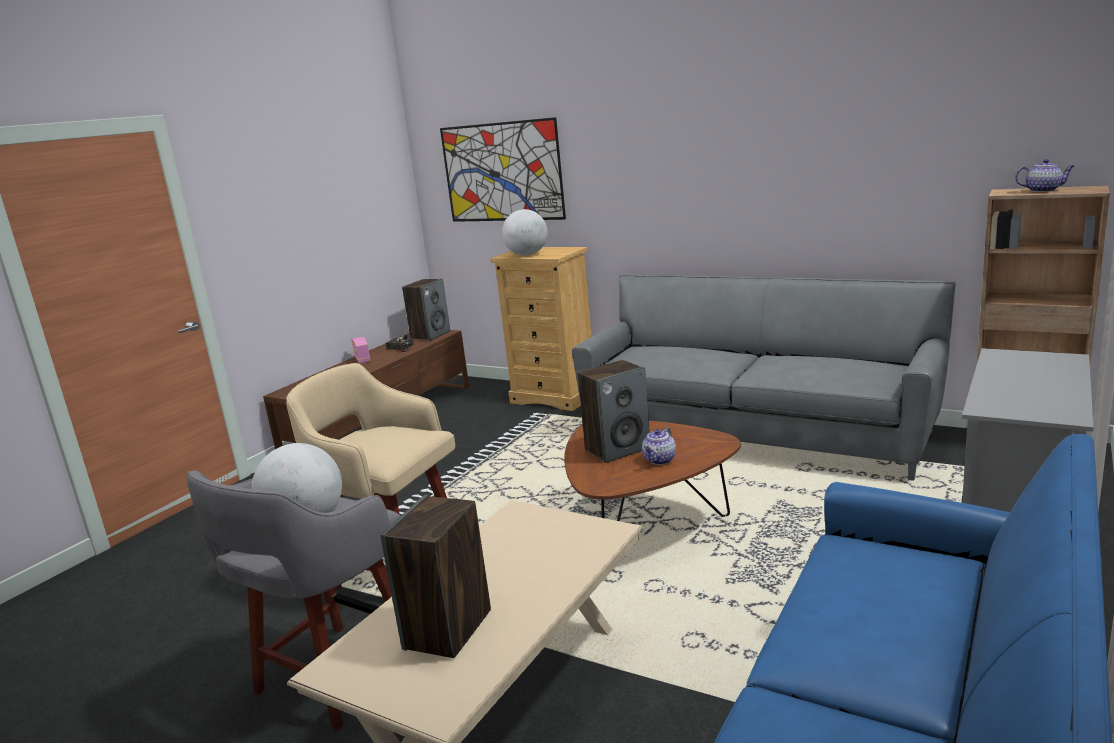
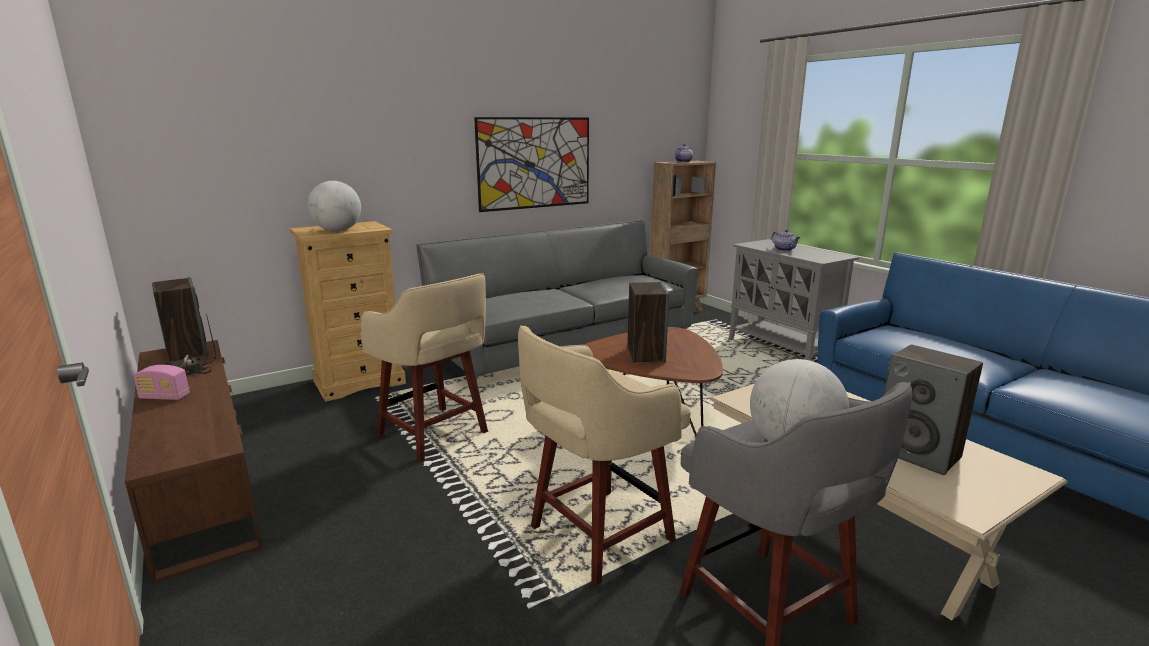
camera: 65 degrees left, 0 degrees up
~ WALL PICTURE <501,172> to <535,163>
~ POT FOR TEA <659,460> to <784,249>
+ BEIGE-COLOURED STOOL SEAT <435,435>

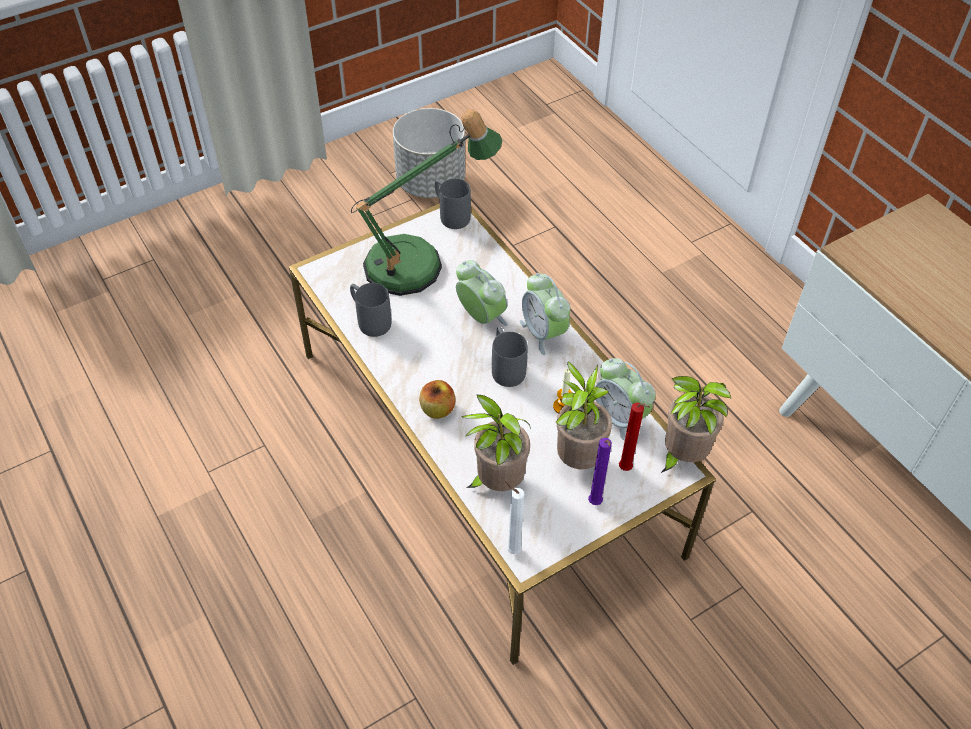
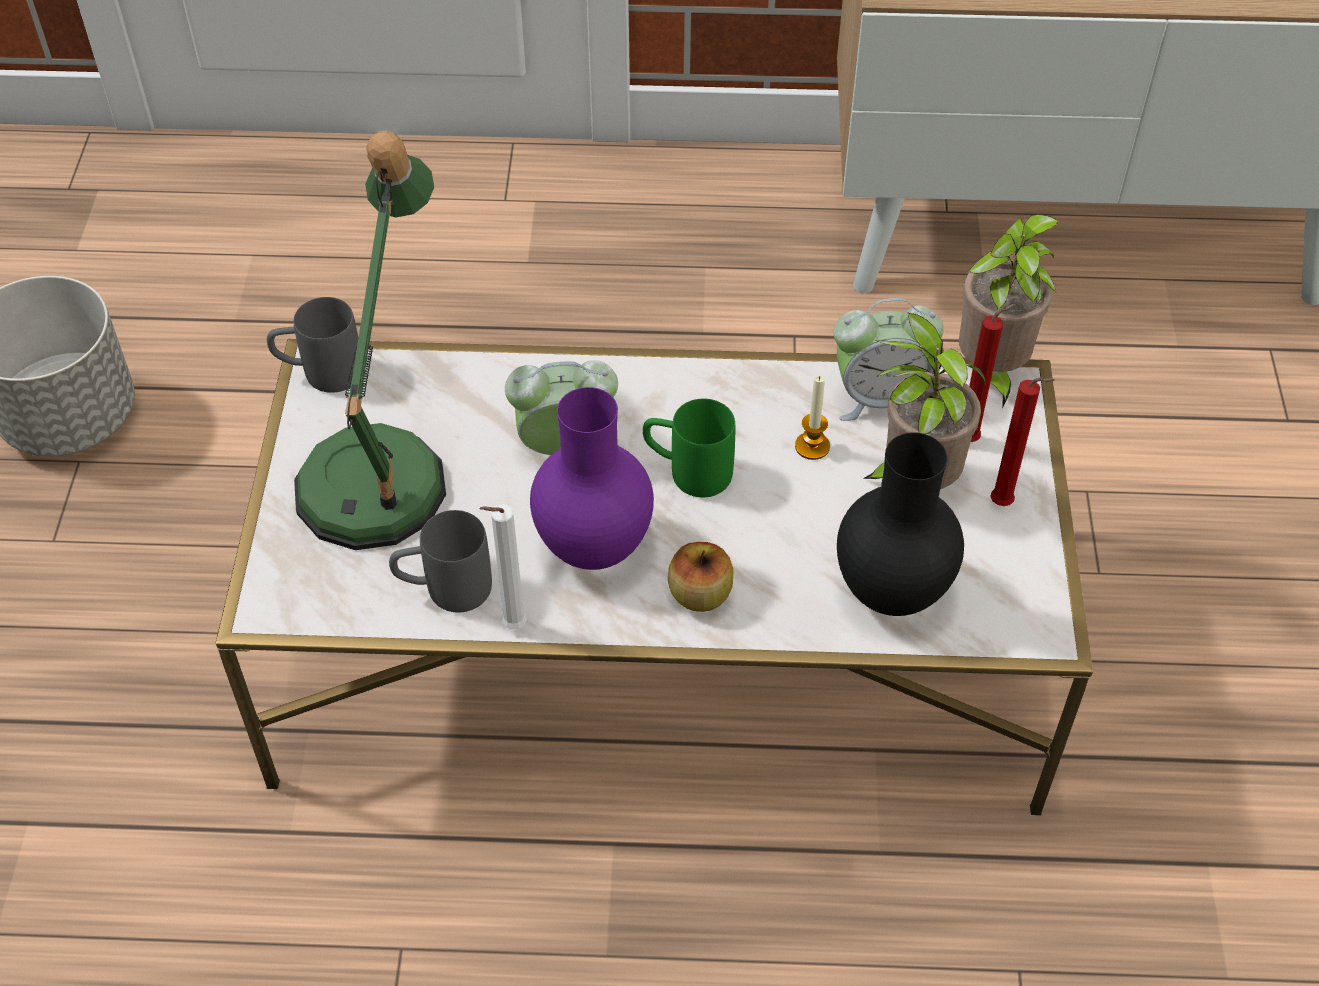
camera: 55 degrees left, 0 degrees up
~ POTTED PLANT <496,482> to BLACK-COLOURED FLOWER VASE <889,595>
~ GREYISH COFFEE MUG <505,367> to GREENISH COFFEE MUG <687,471>
~ WHITE-COLOURED WAX LIGHT <511,549> to <510,626>
- ALARM CLOCK <543,333>
~ PURPLISH WAX LIGHT <595,504> to RED-COLOURED WAX LIGHT <1004,505>
+ PURPLISH FLOWER VASE <593,551>

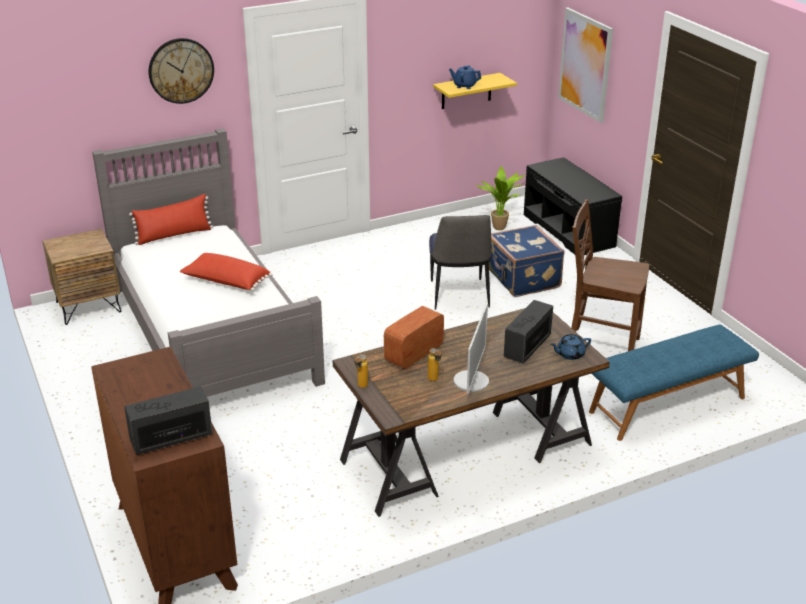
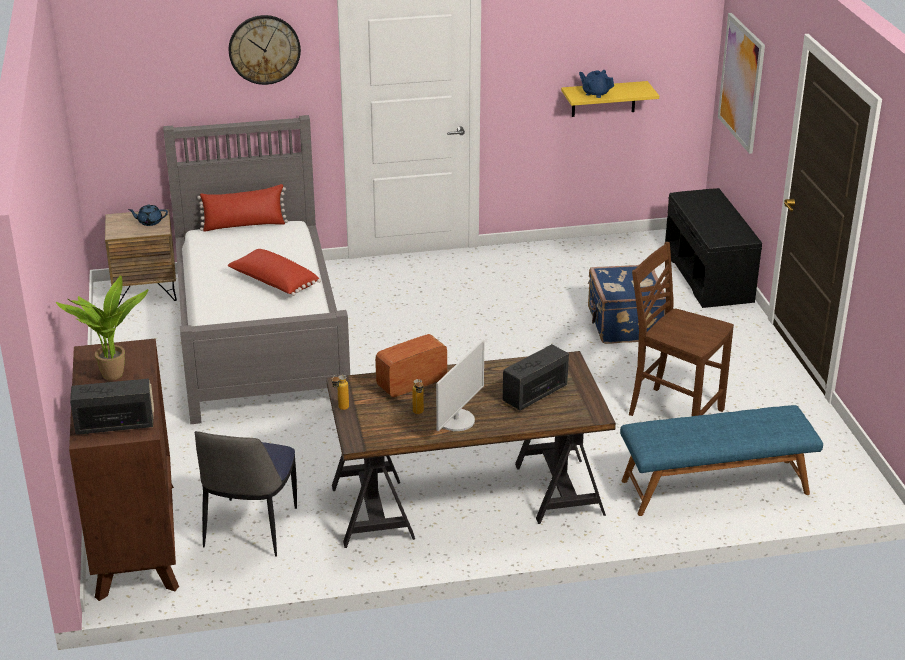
camera: 15 degrees right, 0 degrees up
~ PLAIN CHAIR <459,295> to <250,529>
~ POTTED PLANT <501,228> to <114,377>
~ BLUE POT FOR TEA <570,354> to <149,222>

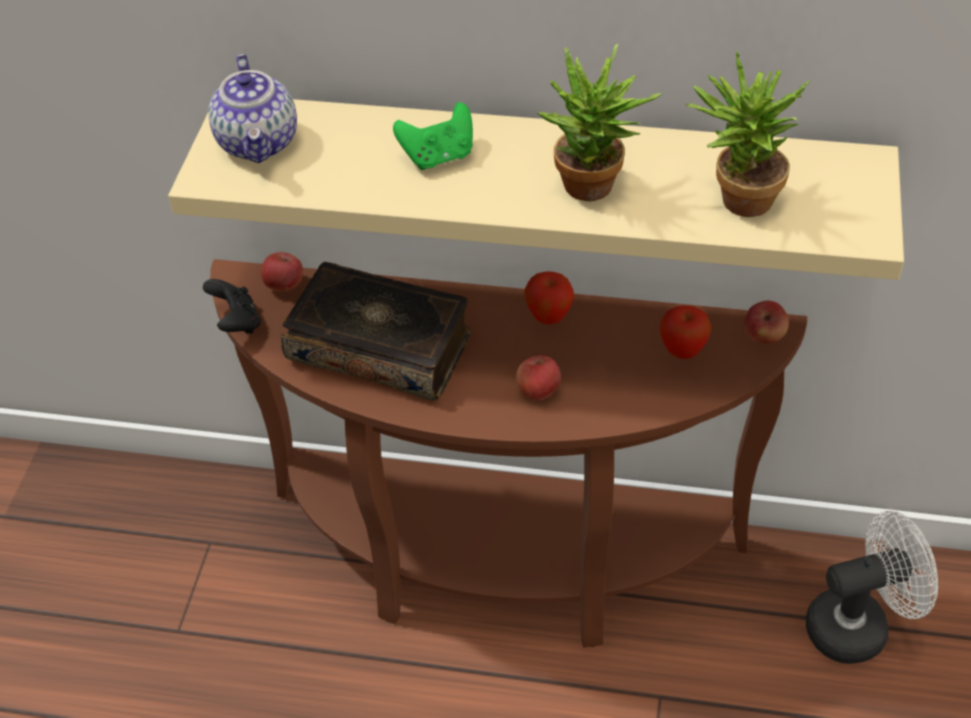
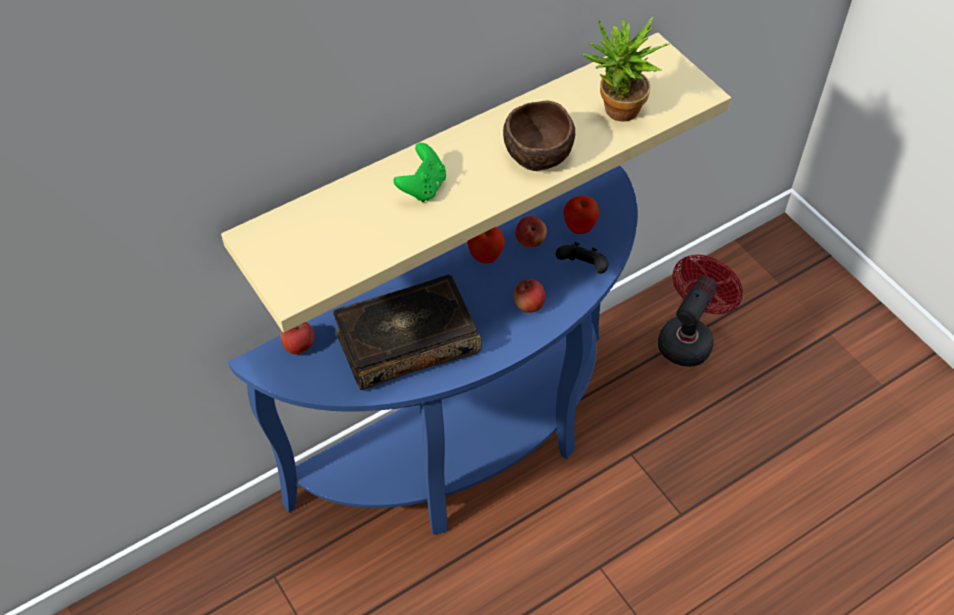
camera: 45 degrees left, 5 degrees up
~ BLACK-COLOURED GAME CONTROLLER <237,322> to <583,268>
- POT FOR TEA <259,143>
~ BROWN CONSOLE TABLE <498,565> to BLUE CONSOLE TABLE <471,449>
~ POTTED PLANT <594,191> to BROWN DEEP DISH <537,153>
~ WHOLE APPLE <764,336> to <530,241>
~ WHITE-COLOURED COOLING FAN <858,625> to RED-COLOURED COOLING FAN <688,337>

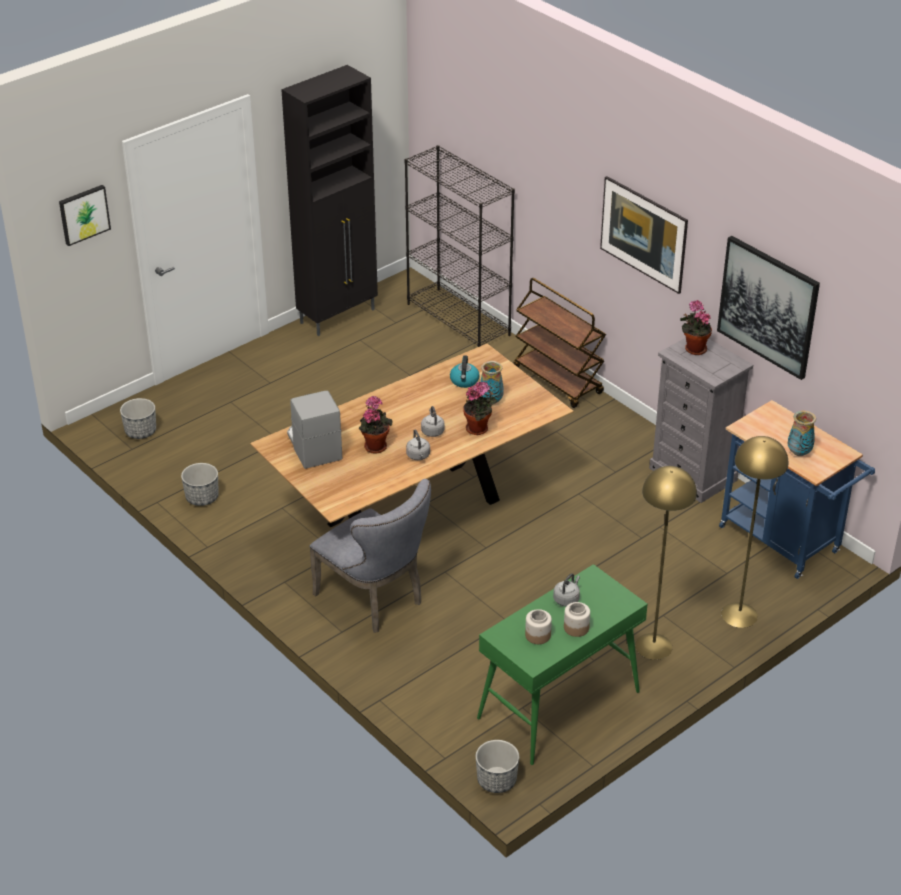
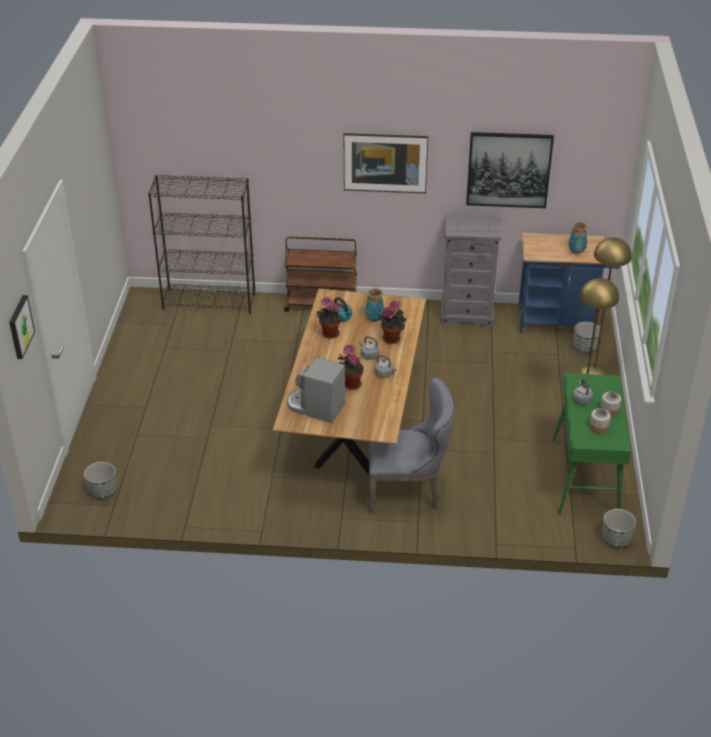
camera: 45 degrees left, 0 degrees up
~ PLANT POT <202,497> to <585,347>
- BLACK-COLOURED STORAGE CABINET <338,316>
~ POTTED PLANT <693,349> to <329,334>

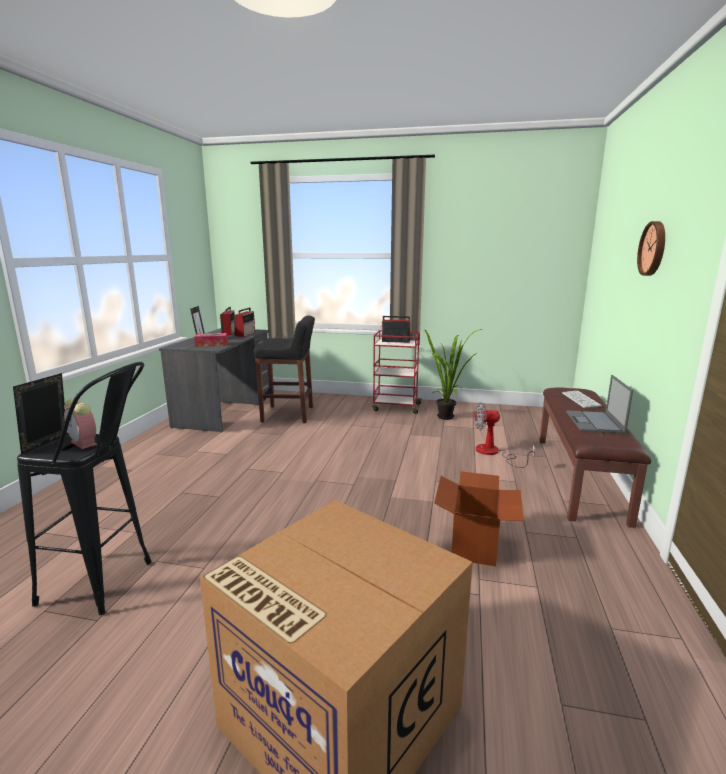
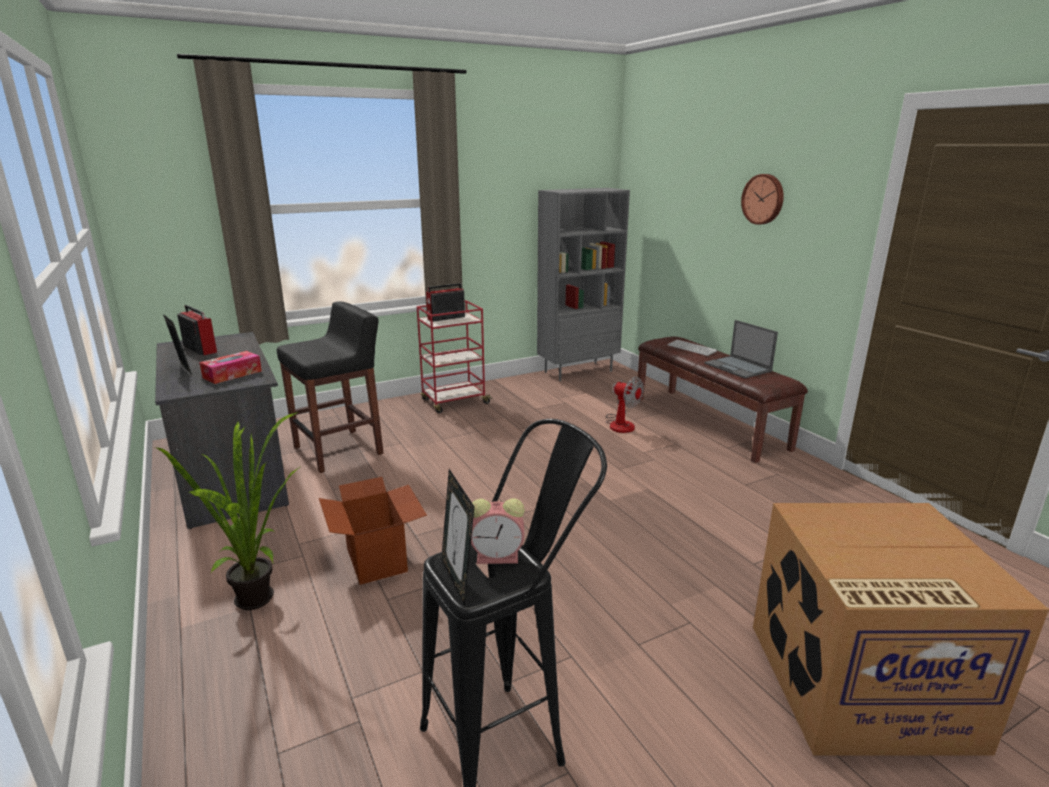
camera: 40 degrees left, 5 degrees up
- RADIO RECEIVER <245,334>
~ POTTED PLANT <448,418> to <263,600>
~ CARTON <475,545> to <377,559>
~ COOLING FAN <493,453> = <621,423> 105 degrees counterclockwise
+ GREYISH BOOKCASE <578,371>

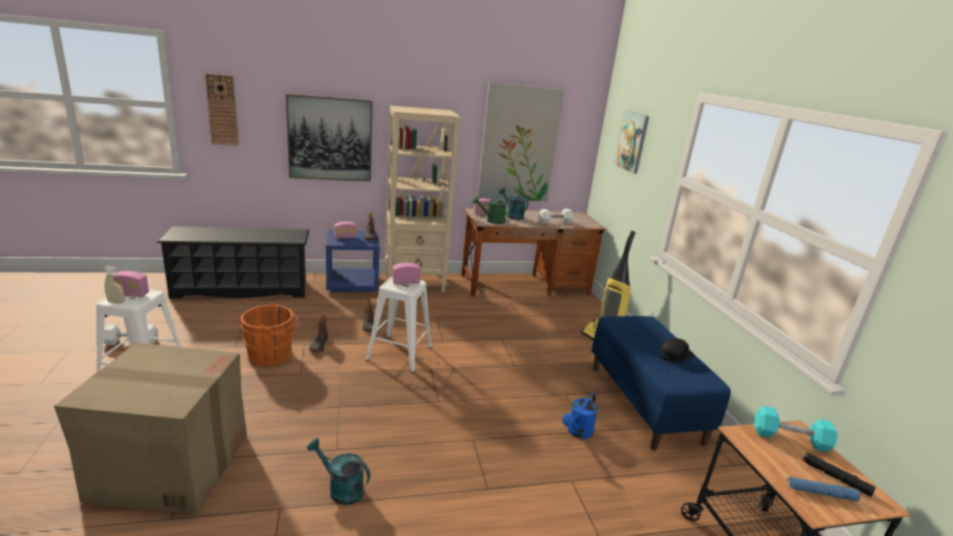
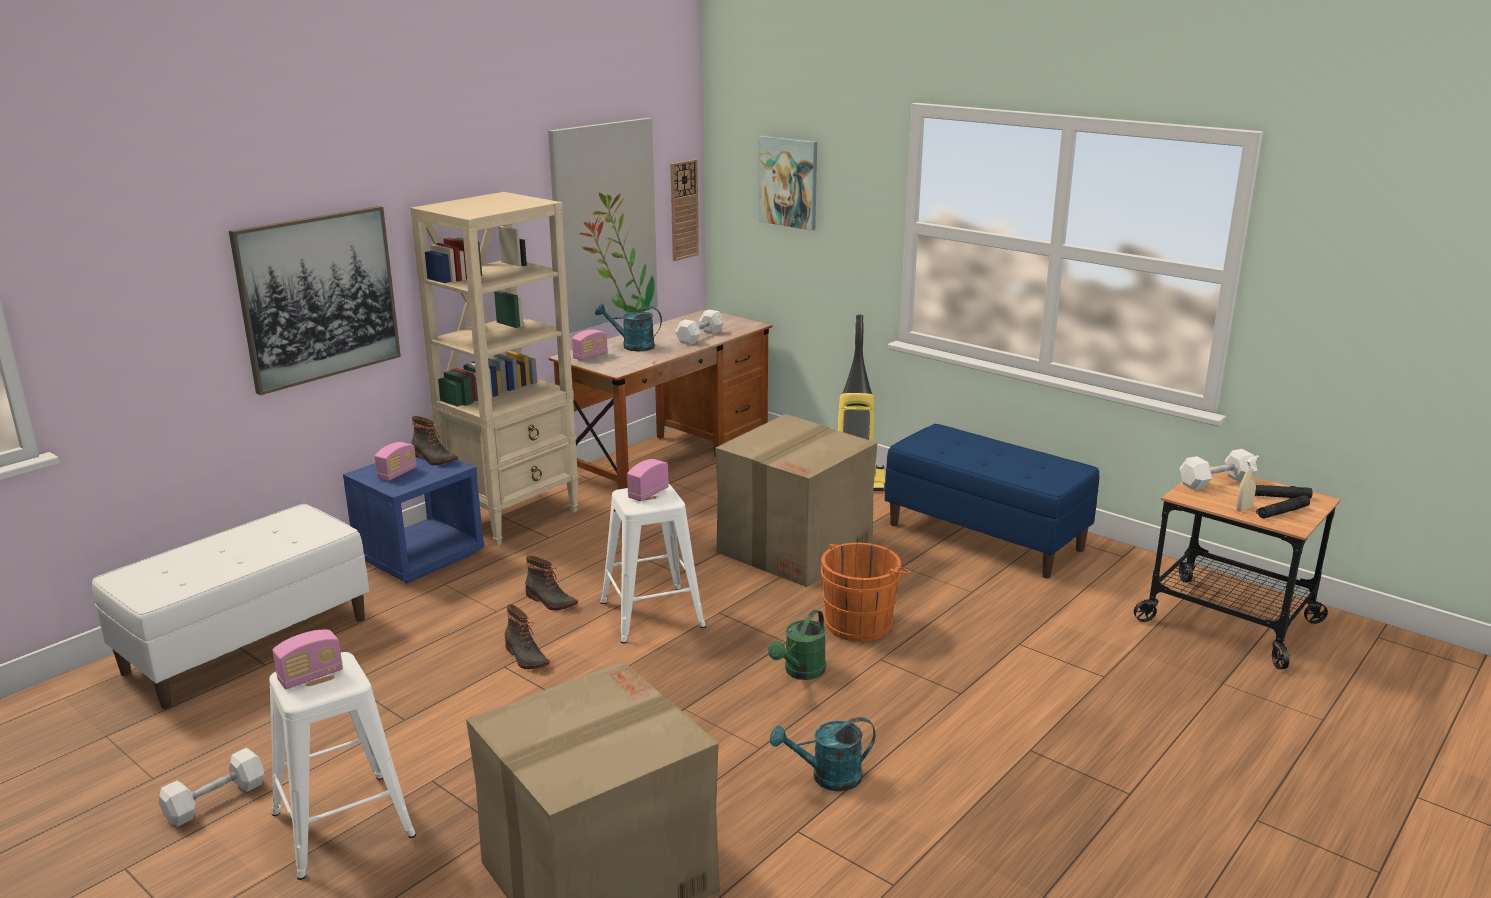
camera: 35 degrees left, 0 degrees up
~ BEIGE-COLOURED SPRAY BOTTLE <116,302> to <1243,508>
~ BLACK-COLOURED SHOE RACK <242,289> to WHITE-COLOURED INDOOR BENCH <248,644>
~ HANGING CLOCK <222,110> to <683,210>
~ ORANGEY BUCKET <272,355> to <861,622>
~ GREENISH WATERING CAN <492,221> to <801,672>
- BLUE WATERING CAN <577,432>
- BLACK-COLOURED BASEBALL CAP <675,355>
~ TURQUOISE FREE WEIGHT <790,438> to WHITE-COLOURED FREE WEIGHT <1216,482>
~ BLUE FLASHLIGHT <820,493> to BLACK-COLOURED FLASHLIGHT <1282,512>
+ CARTON <795,548>

